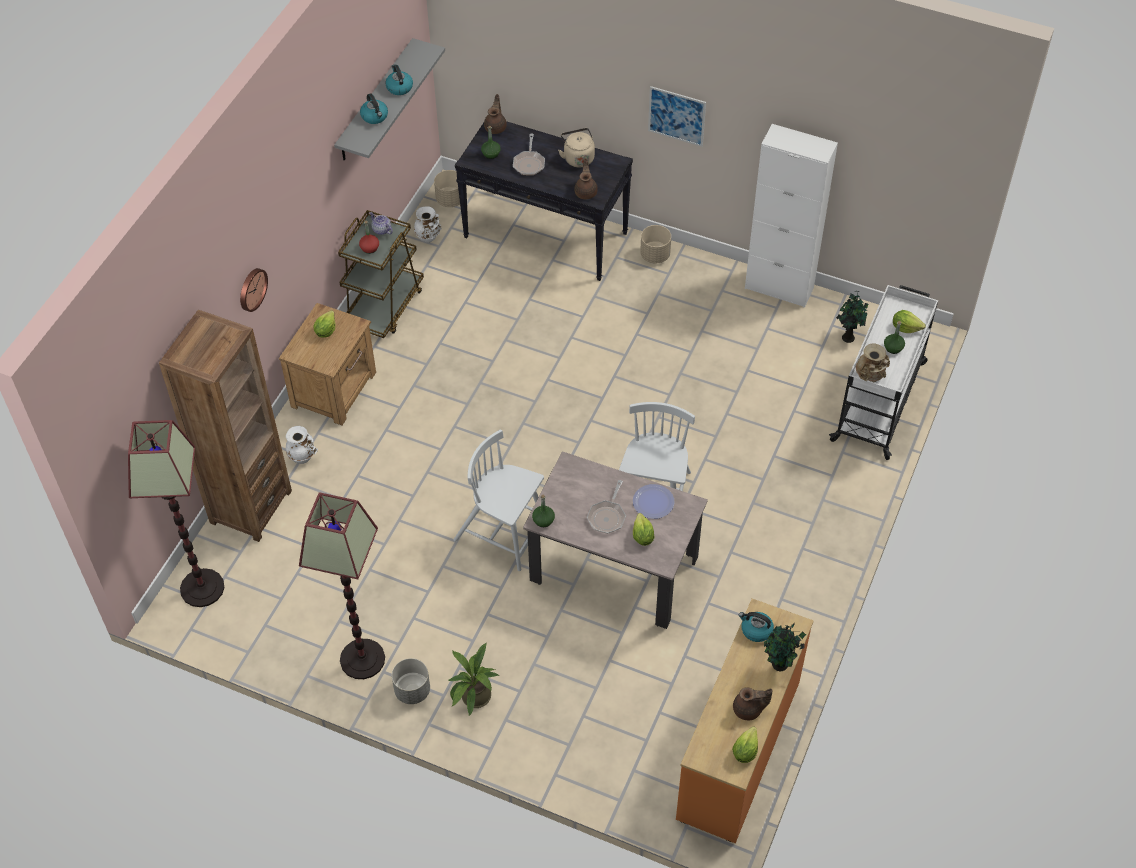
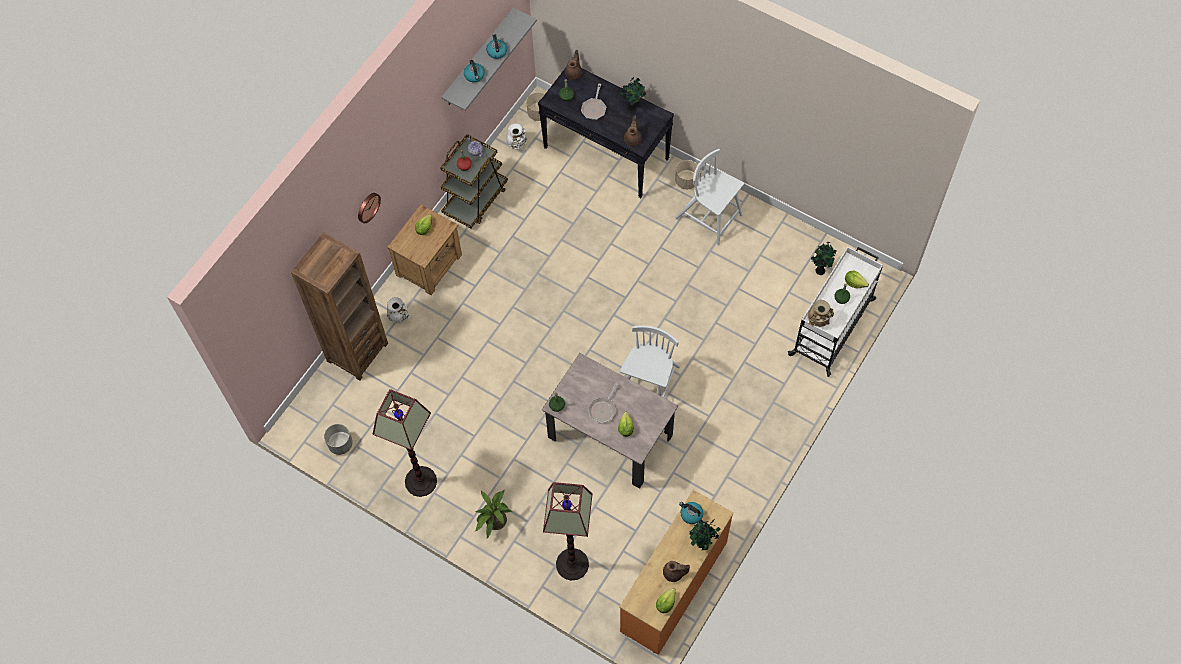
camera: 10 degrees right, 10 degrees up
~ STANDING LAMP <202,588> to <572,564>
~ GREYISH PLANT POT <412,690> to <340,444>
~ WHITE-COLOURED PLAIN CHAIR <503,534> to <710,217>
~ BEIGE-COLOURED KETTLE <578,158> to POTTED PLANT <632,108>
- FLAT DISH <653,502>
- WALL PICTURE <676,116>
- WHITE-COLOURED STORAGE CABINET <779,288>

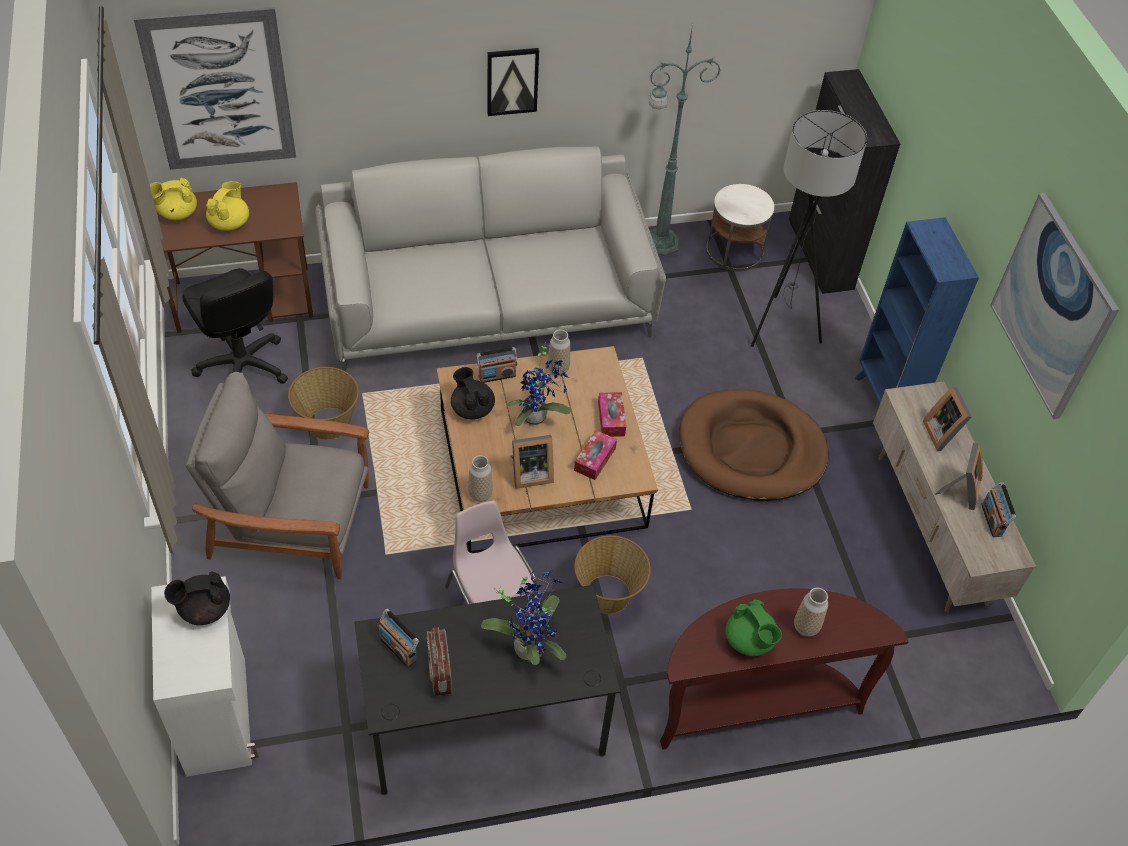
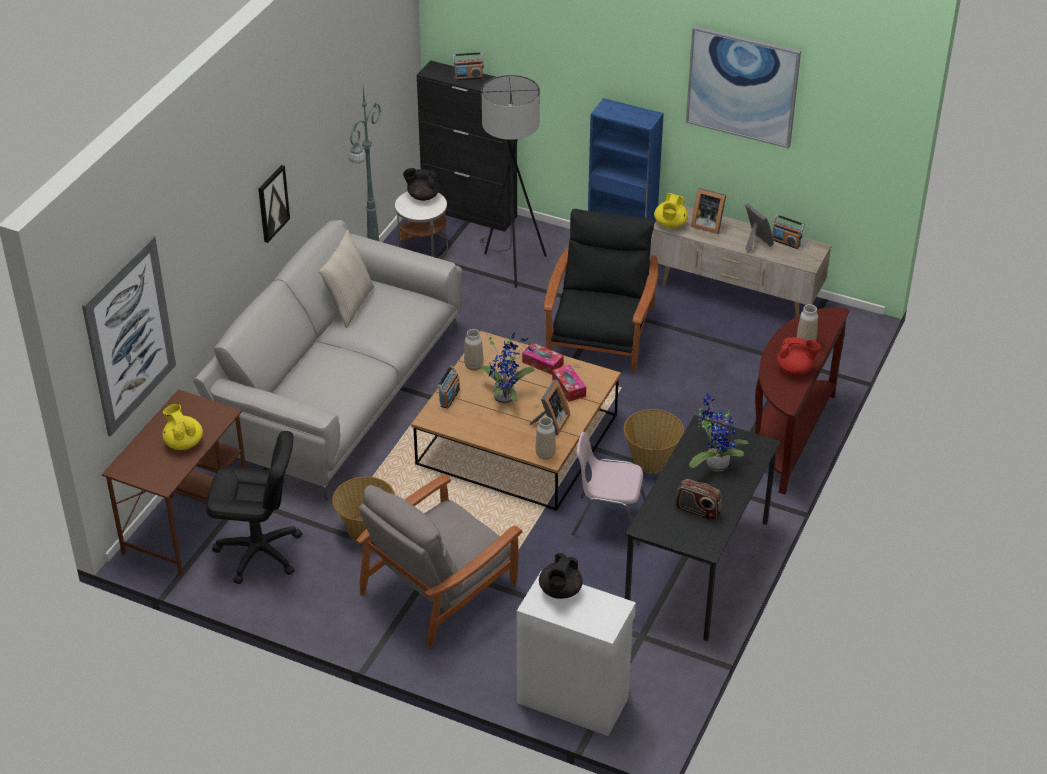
camera: 50 degrees left, 10 degrees down
~ YELLOWISH POT FOR TEA <177,213> to <670,224>
~ RADIO RECEIVER <398,648> to <468,77>
~ BLACK-COLOURED POT FOR TEA <472,408> to <422,196>
~ BROWN DOG CUSHION <751,449> to BLACK-COLOURED ARMCHAIR <600,335>
~ GREENISH POT FOR TEA <749,641> to RED-COLOURED POT FOR TEA <795,369>
+ BEIGE-COLOURED CUSHION <349,304>

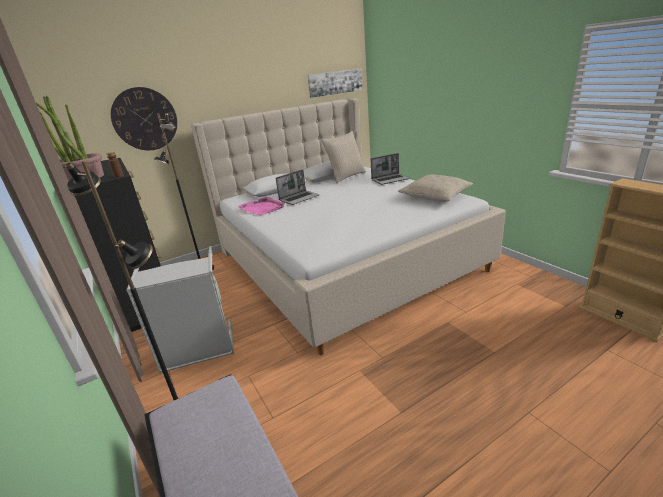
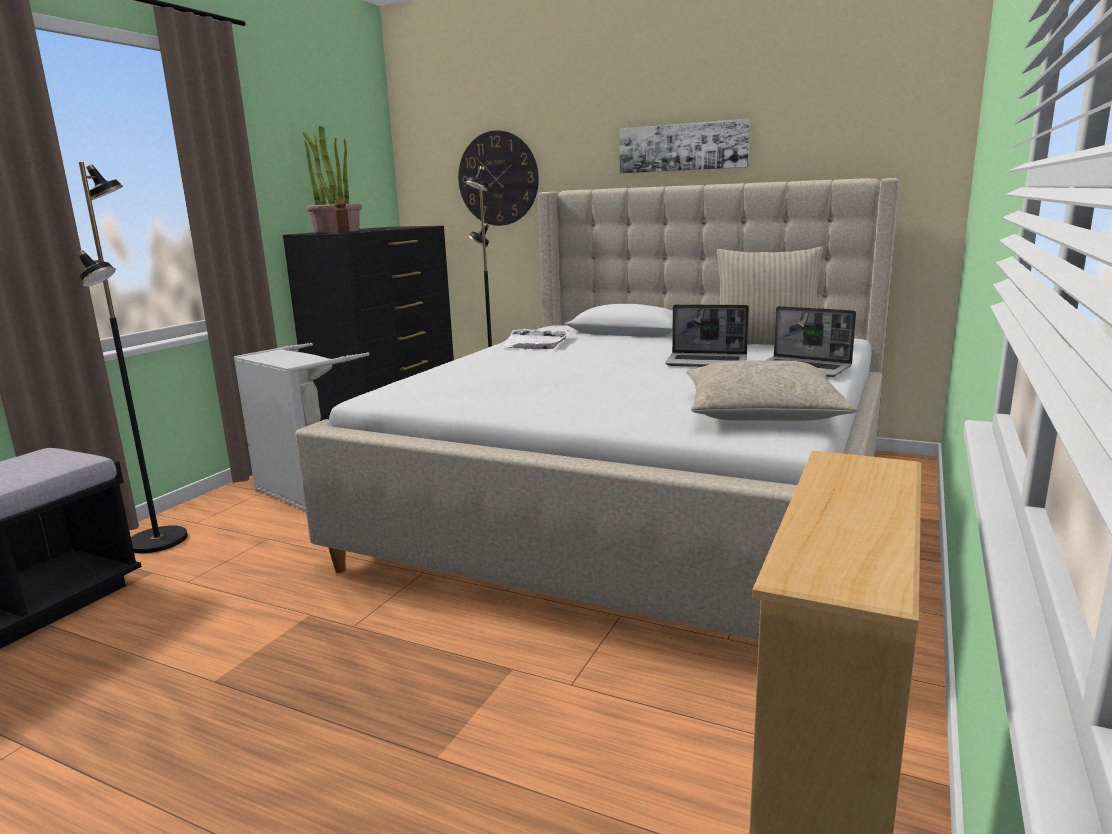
camera: 55 degrees right, 10 degrees down
~ PINK-COLOURED SERVING TRAY <262,208> to WHITE-COLOURED SERVING TRAY <535,343>
~ PORTABLE COMPUTER <299,198> to <708,362>
~ WALL PICTURE <335,82> to <683,147>

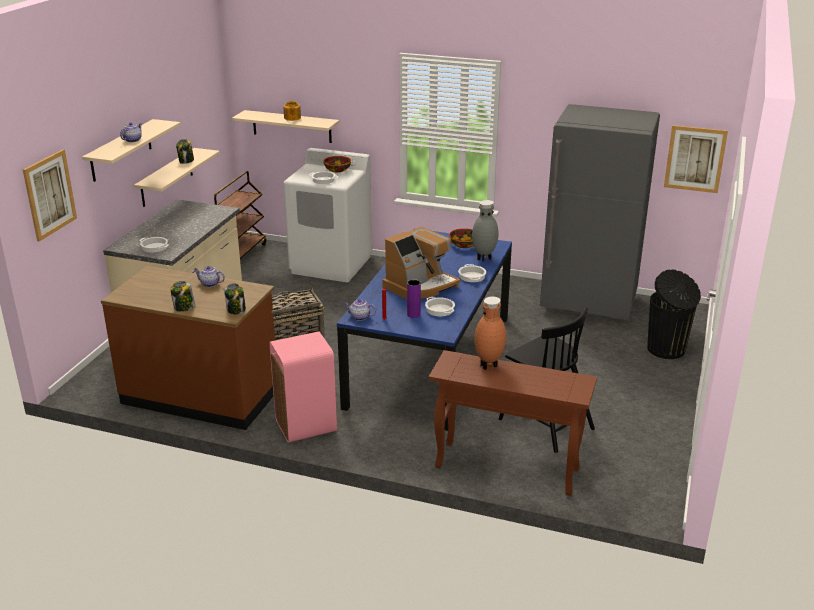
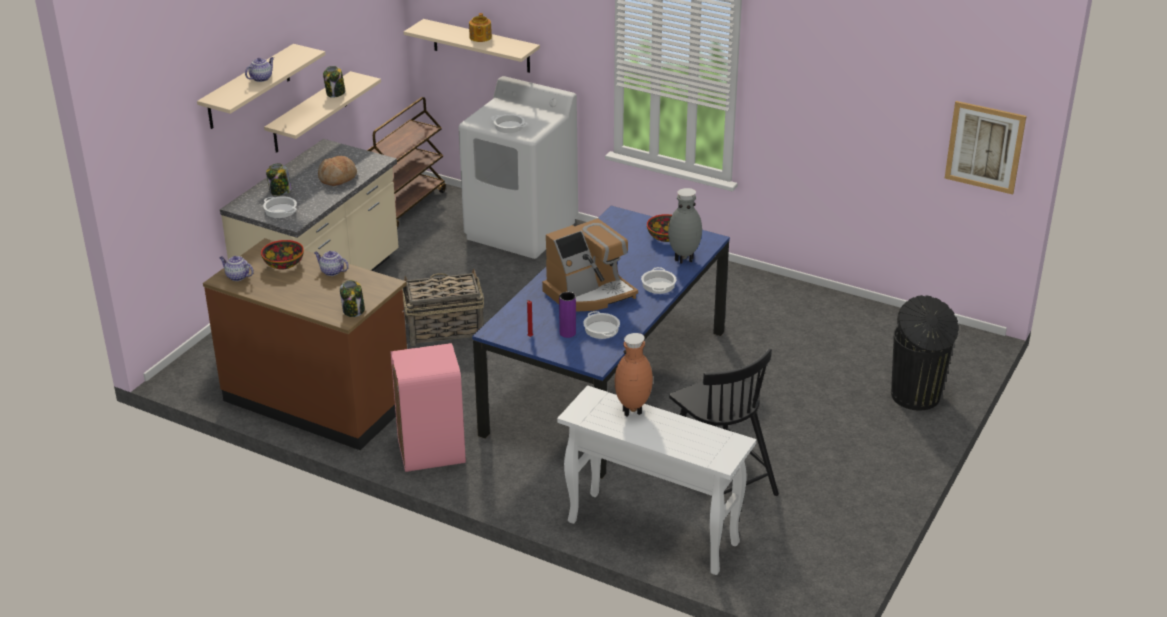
camera: 10 degrees right, 5 degrees up
- WALL PICTURE <50,194>
~ STORAGE JAR <184,308> to <280,191>
~ DEEP DISH <337,170> to <283,263>
~ POT FOR TEA <359,317> to <237,276>
~ BROWN CONSOLE TABLE <505,468> to WHITE-COLOURED CONSOLE TABLE <651,532>
- GREYISH REFRIGERATOR <589,304>
+ BAKED BREAD <338,178>

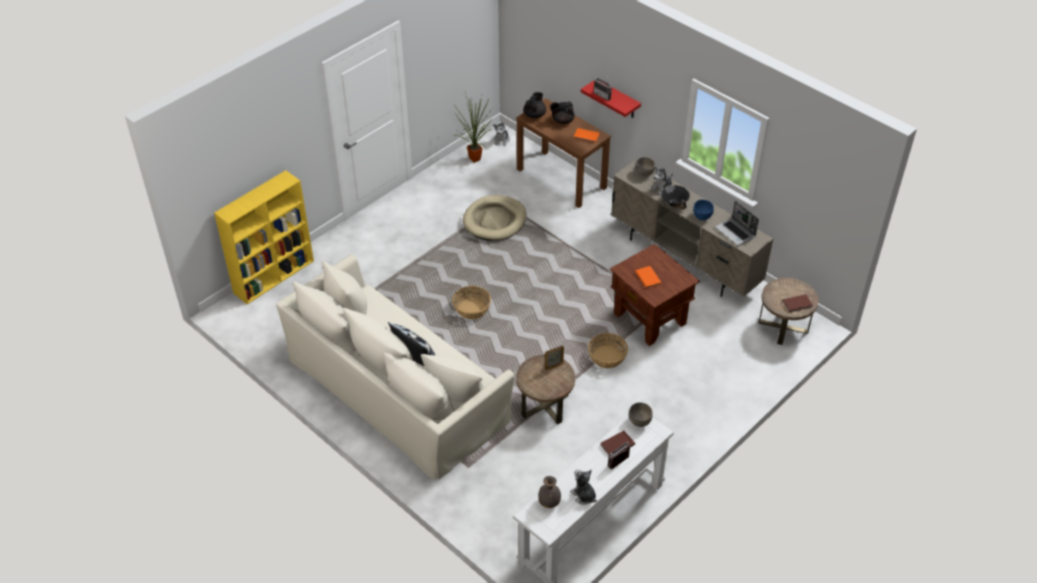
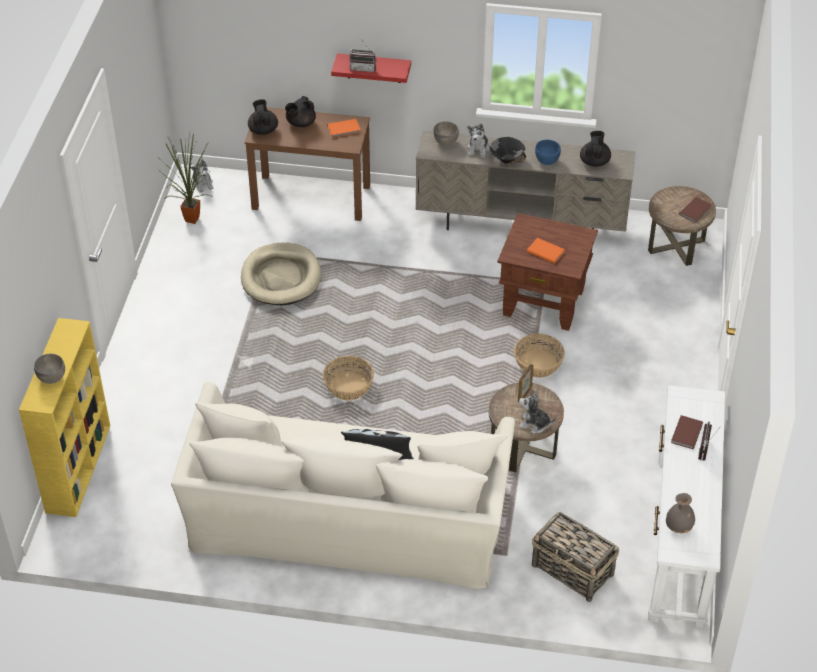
camera: 35 degrees left, 0 degrees up
~ PLUSH TOY <583,495> to <534,424>
~ GREYISH DEEP DISH <639,422> to <52,378>
~ PORTABLE COMPUTER <736,232> to BLACK-COLOURED POT FOR TEA <594,161>
+ HOUSEHOLD BASKET <573,570>

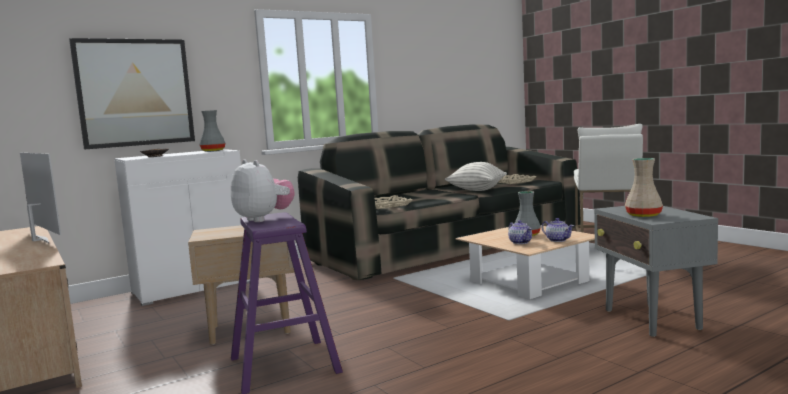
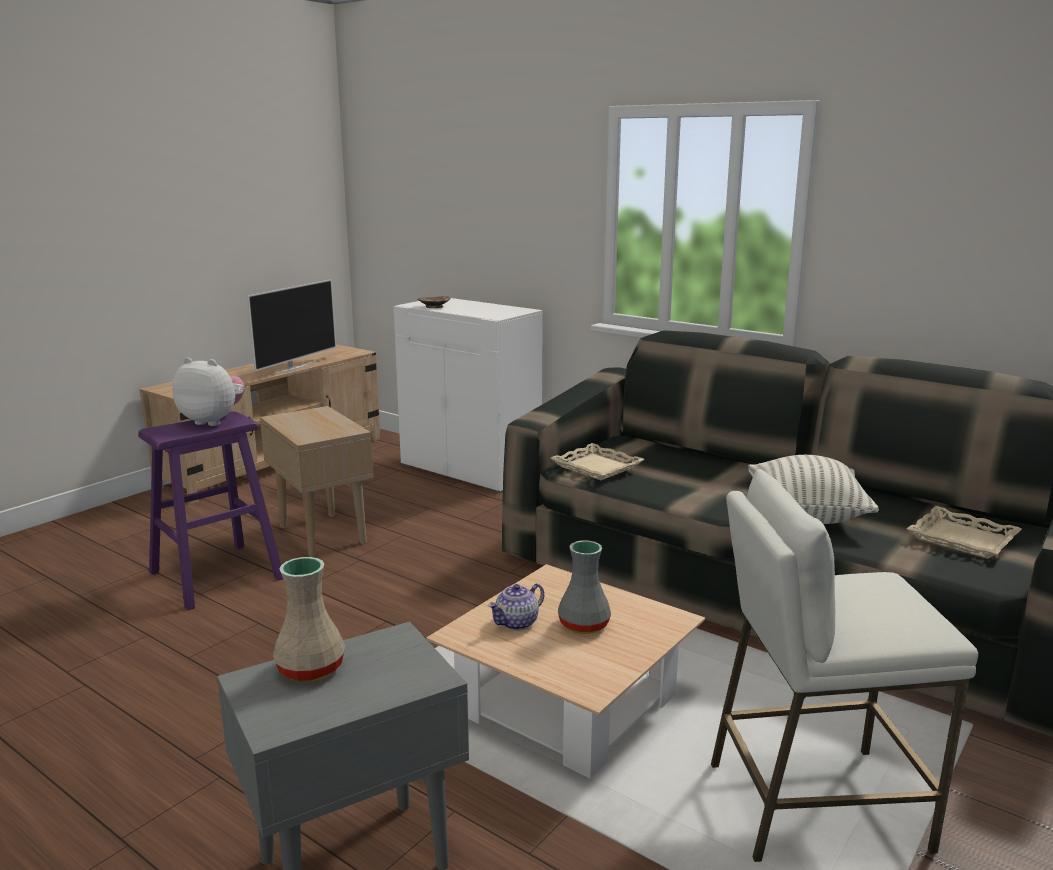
camera: 70 degrees right, 10 degrees up
- WALL PICTURE <135,92>
- GREYISH FLOWER VASE <212,151>
~ PLUSH TOY <263,219> = <213,421> 105 degrees counterclockwise
- POT FOR TEA <557,240>

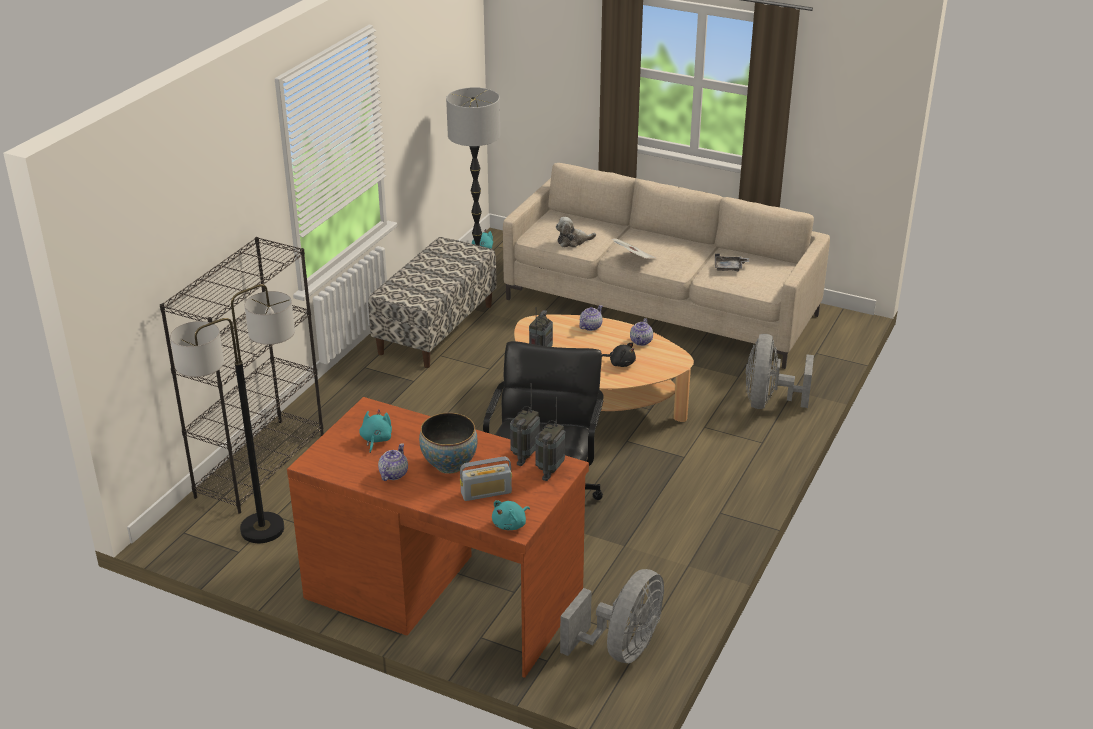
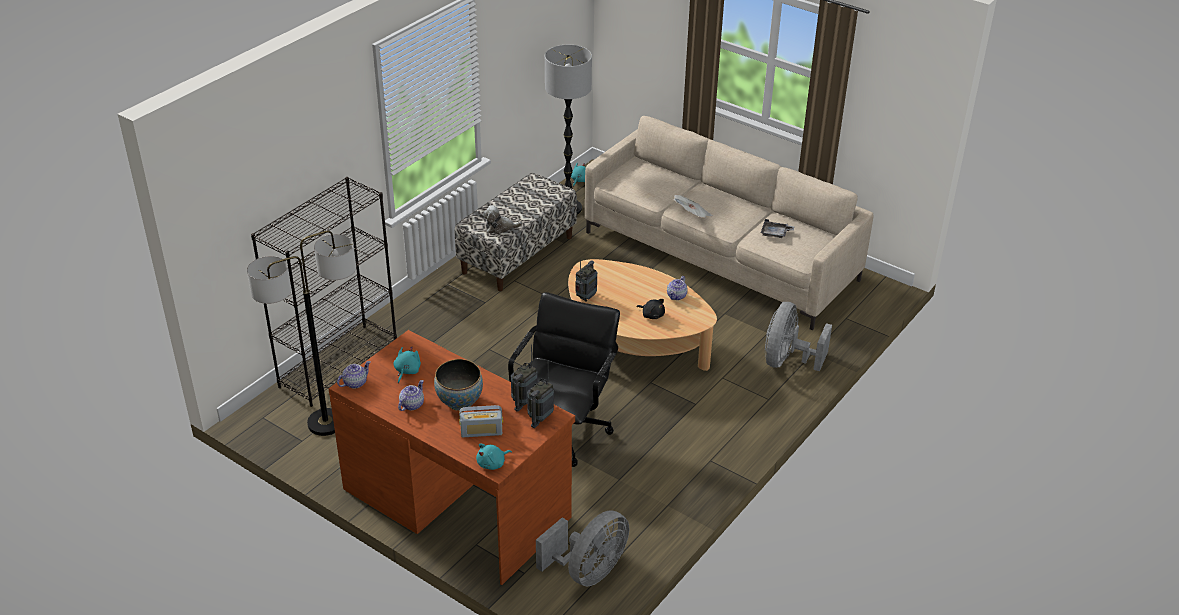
camera: 10 degrees right, 5 degrees up
~ PLUSH TOY <573,241> to <500,228>
~ POT FOR TEA <590,326> to <355,383>

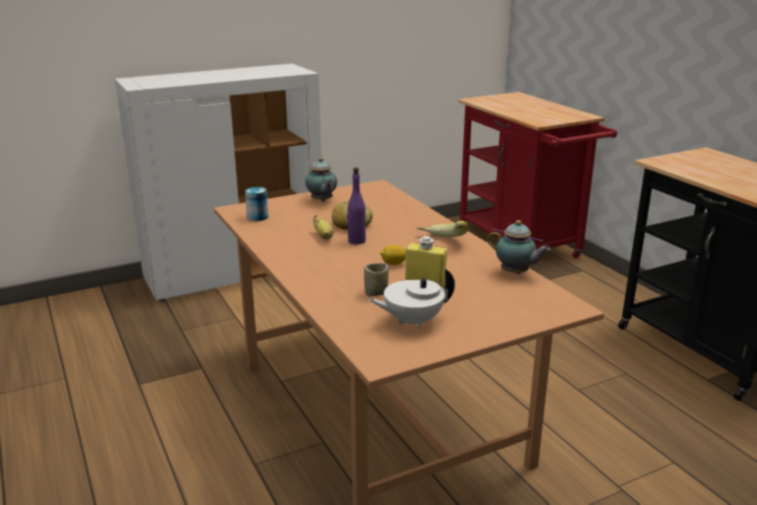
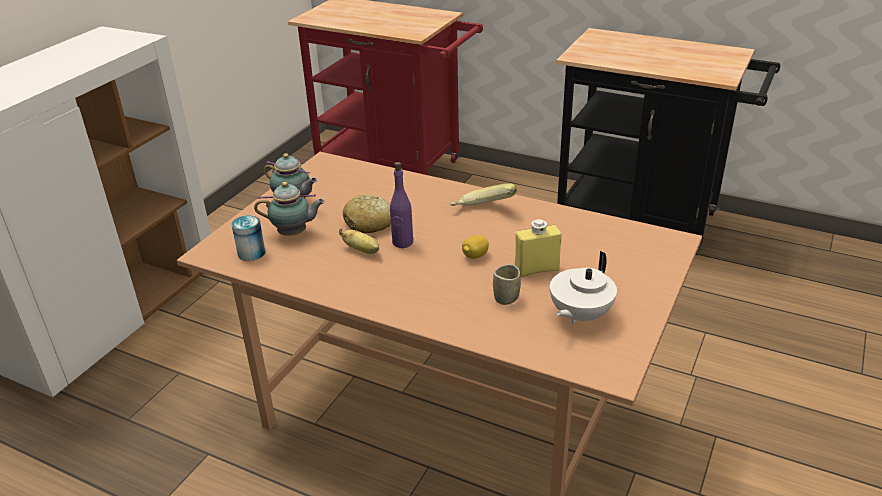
camera: 35 degrees left, 10 degrees up
~ POT FOR TEA <516,273> to <294,233>

